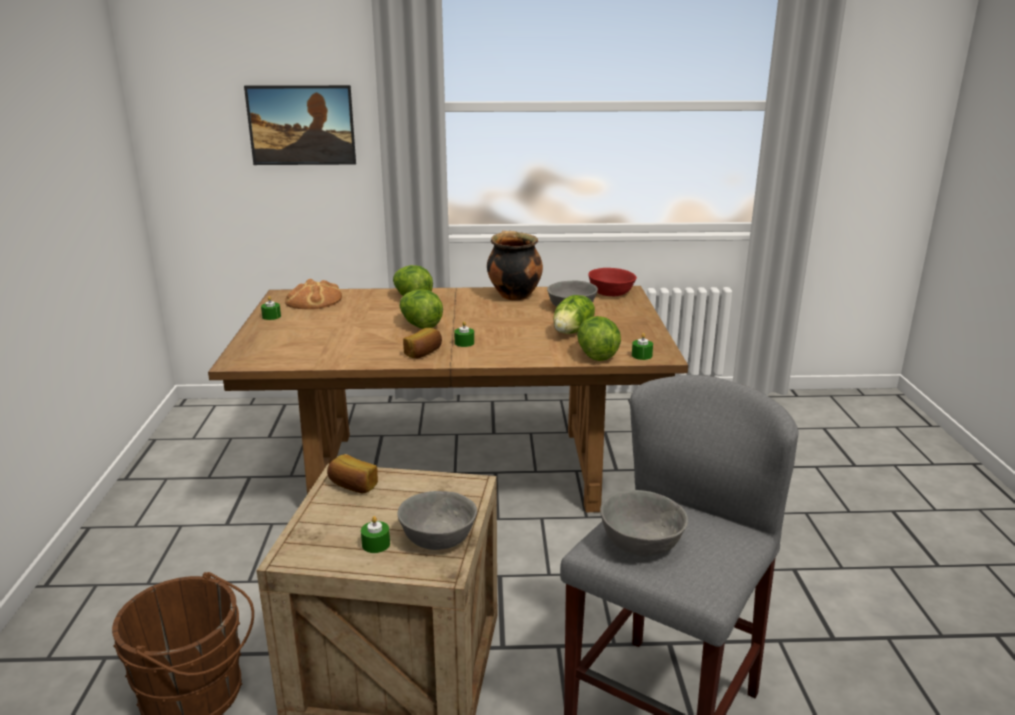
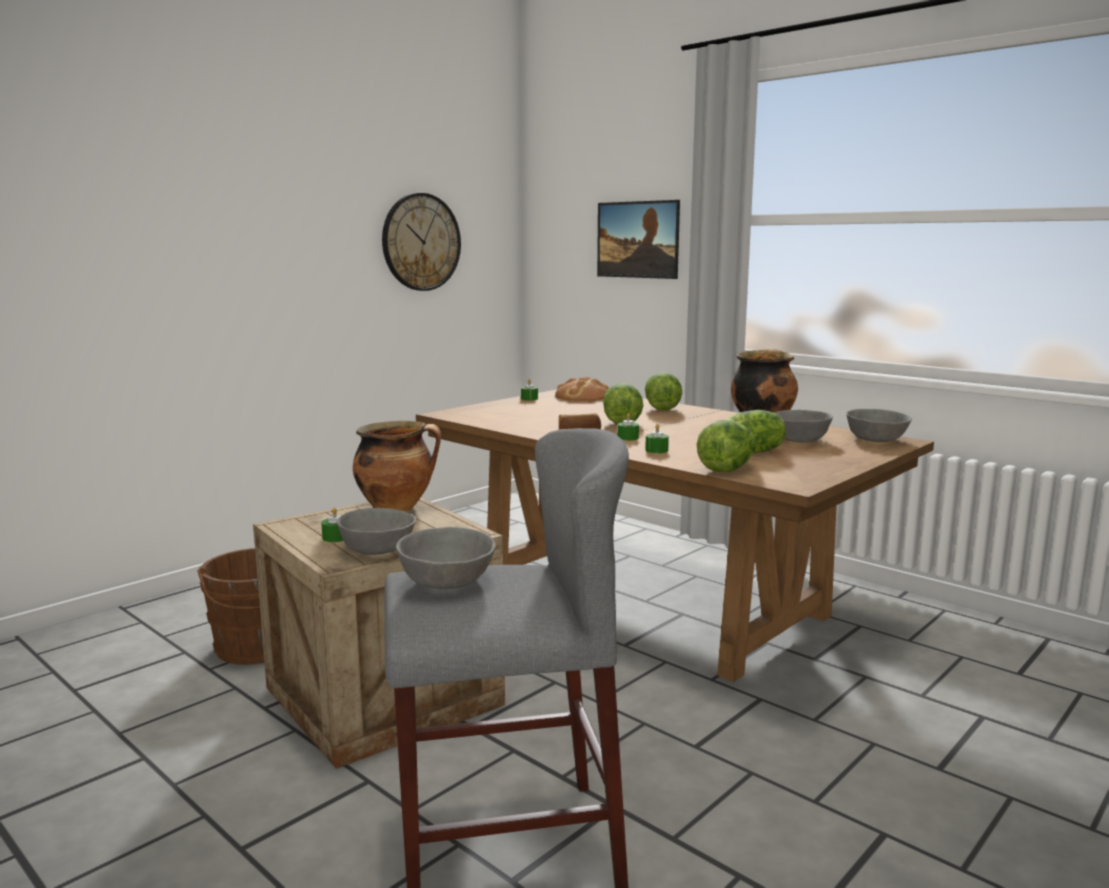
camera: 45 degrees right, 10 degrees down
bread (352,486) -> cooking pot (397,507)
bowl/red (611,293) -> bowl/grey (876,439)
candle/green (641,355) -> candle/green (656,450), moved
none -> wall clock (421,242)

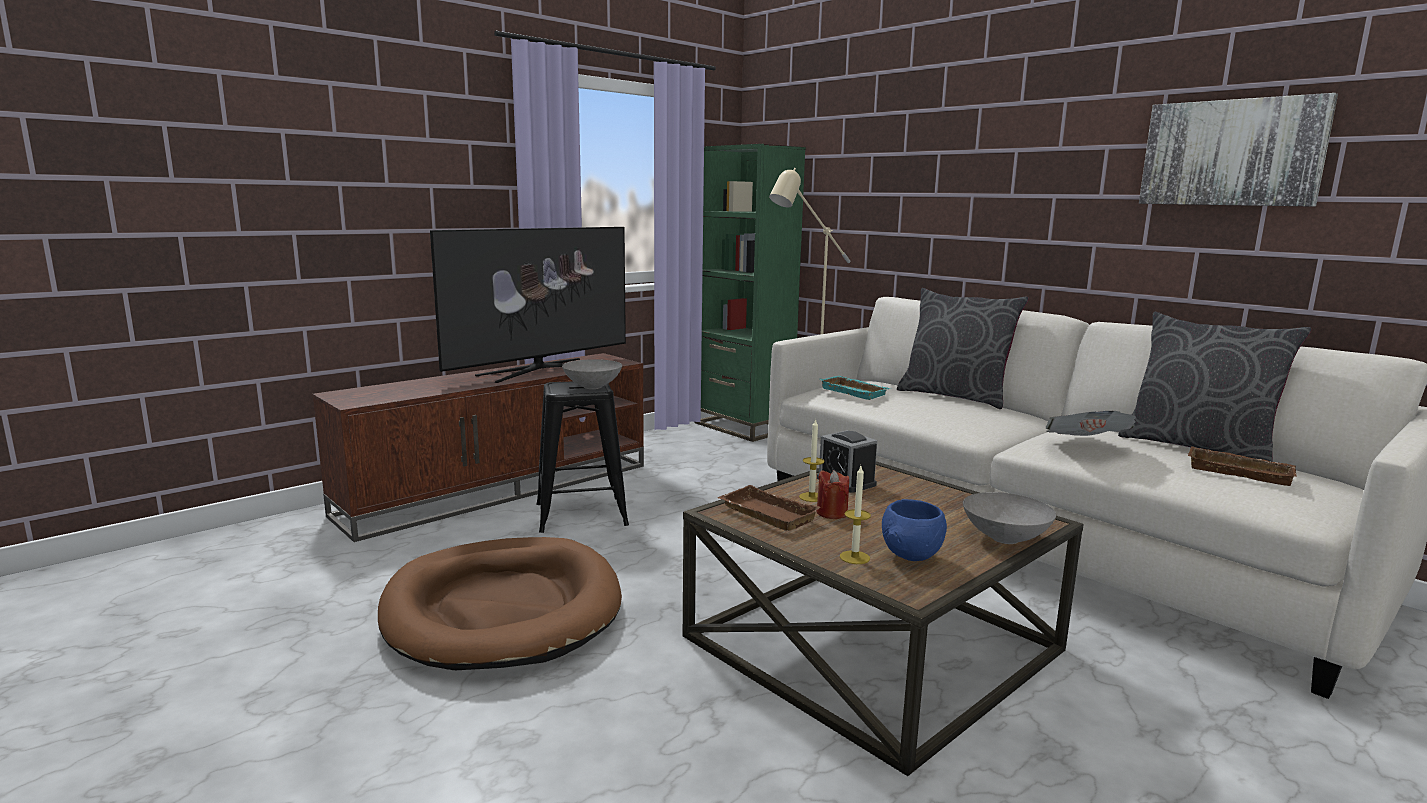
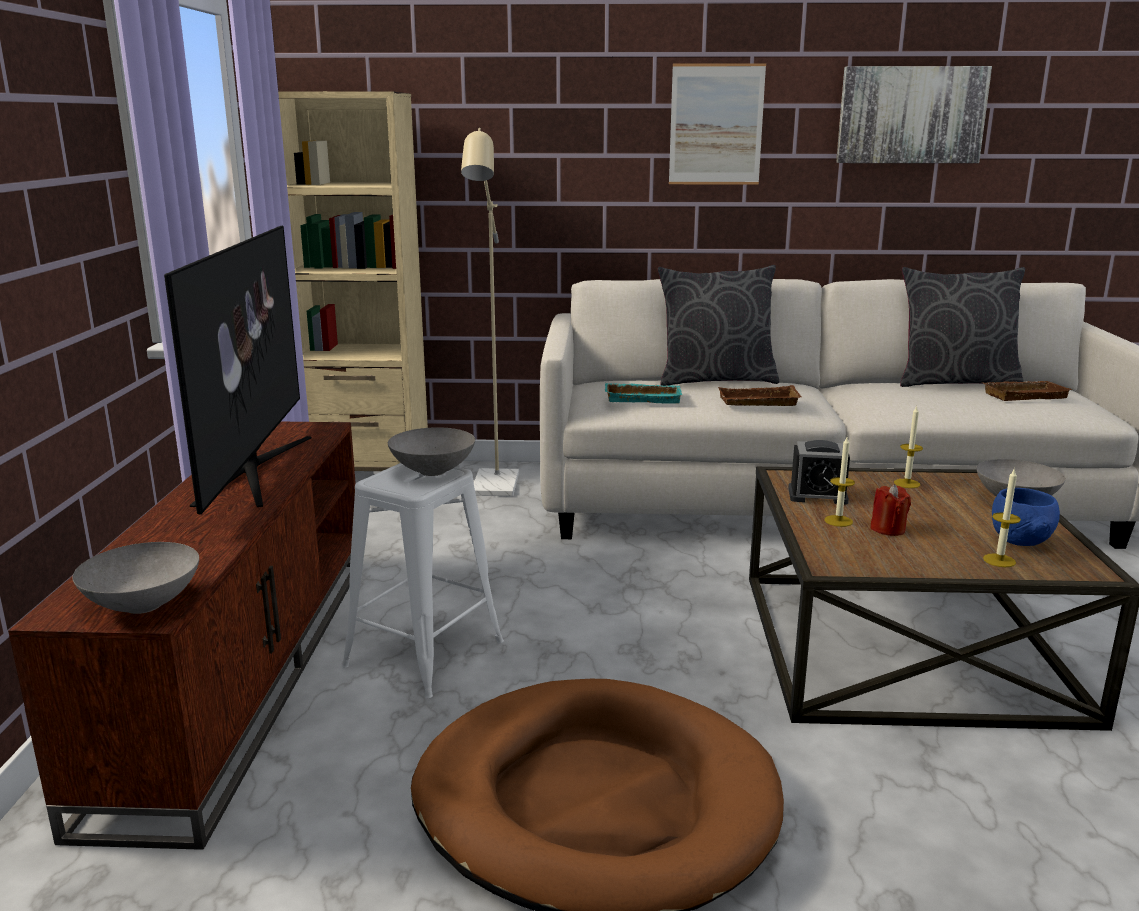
camera: 45 degrees left, 5 degrees up
stool/black (580,514) -> stool/white (423,654)
bookcase/green (743,427) -> bookcase/beige (367,476)
tray/brown (764,514) -> tray/brown (757,403), moved
newspaper (1085,446) -> none
none -> bowl/grey (144,604)
none -> picture (716,125)
none -> candle (907,483)

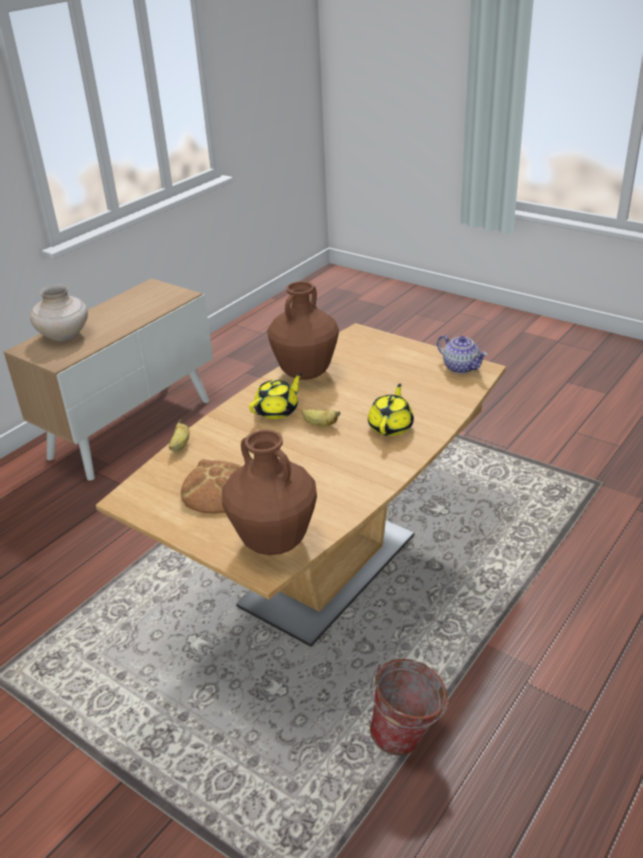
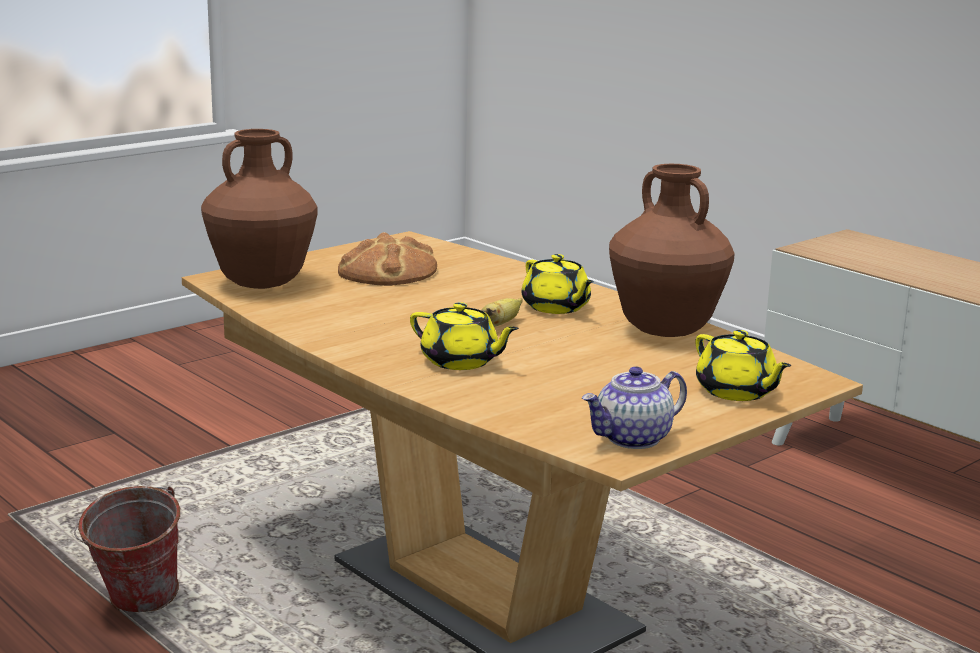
camera: 100 degrees right, 15 degrees down
vase/beige (64,336) -> none
banana (180,445) -> none
none -> teapot/yellow (737,392)

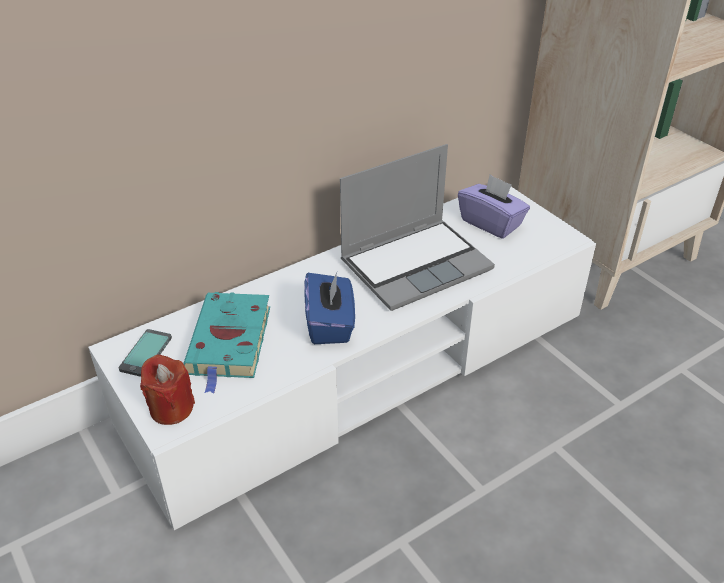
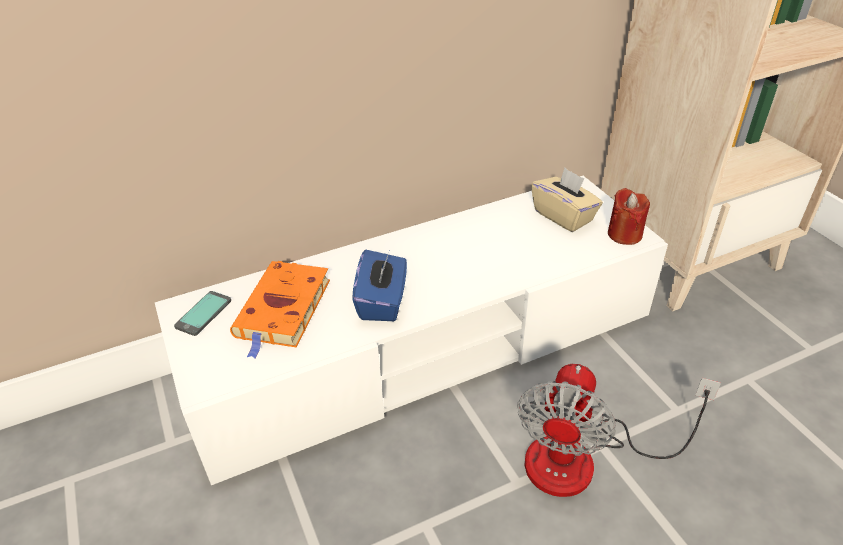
camera: 10 degrees right, 0 degrees up
candle/red (171,408) -> candle/red (624,234), moved
book/turquoise (229,342) -> book/orange (283,311)
laptop (416,264) -> none
tissue box/purple (491,223) -> tissue box/beige (563,216)
none -> fan (583,459)

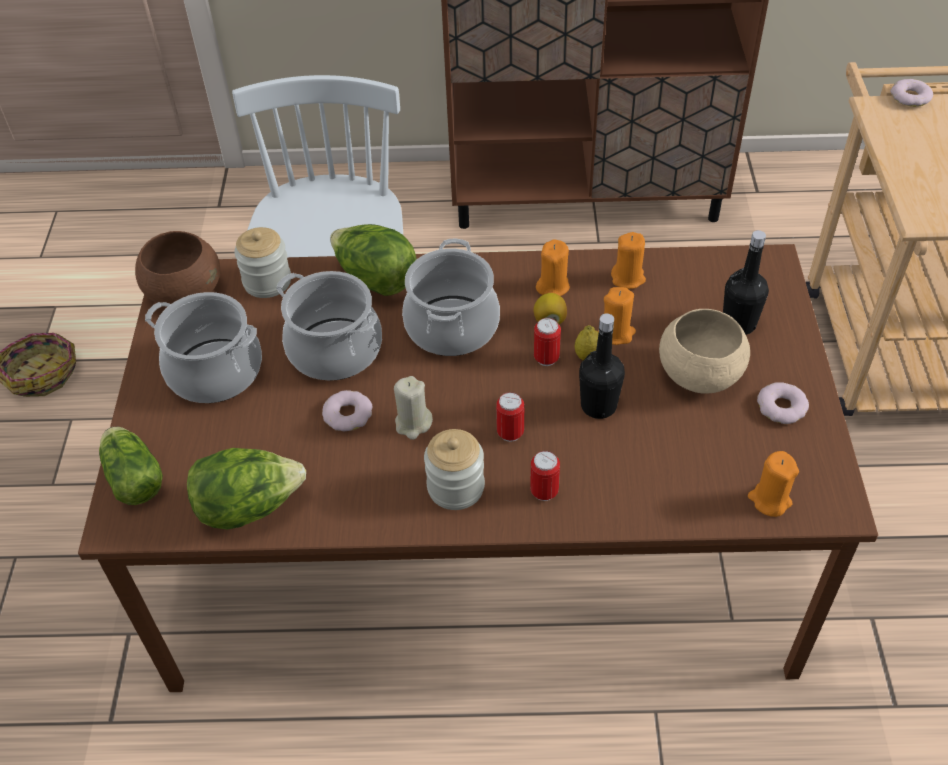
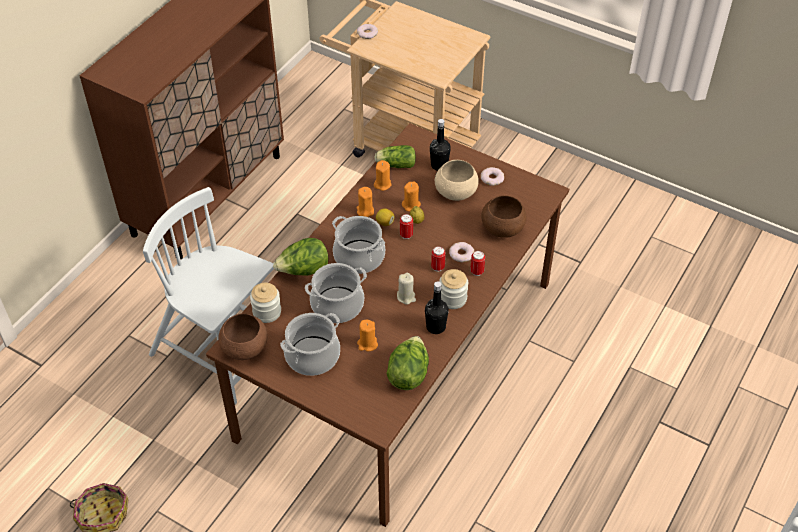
camera: 60 degrees left, 0 degrees up
lettuce (133,475) -> lettuce (395,164), moved
donut (348,414) -> donut (461,254), moved
bottle/black (598,406) -> bottle/black (435,327), moved
candle/orange (769,500) -> candle/orange (367,344), moved
none -> bowl/brown (502,229)

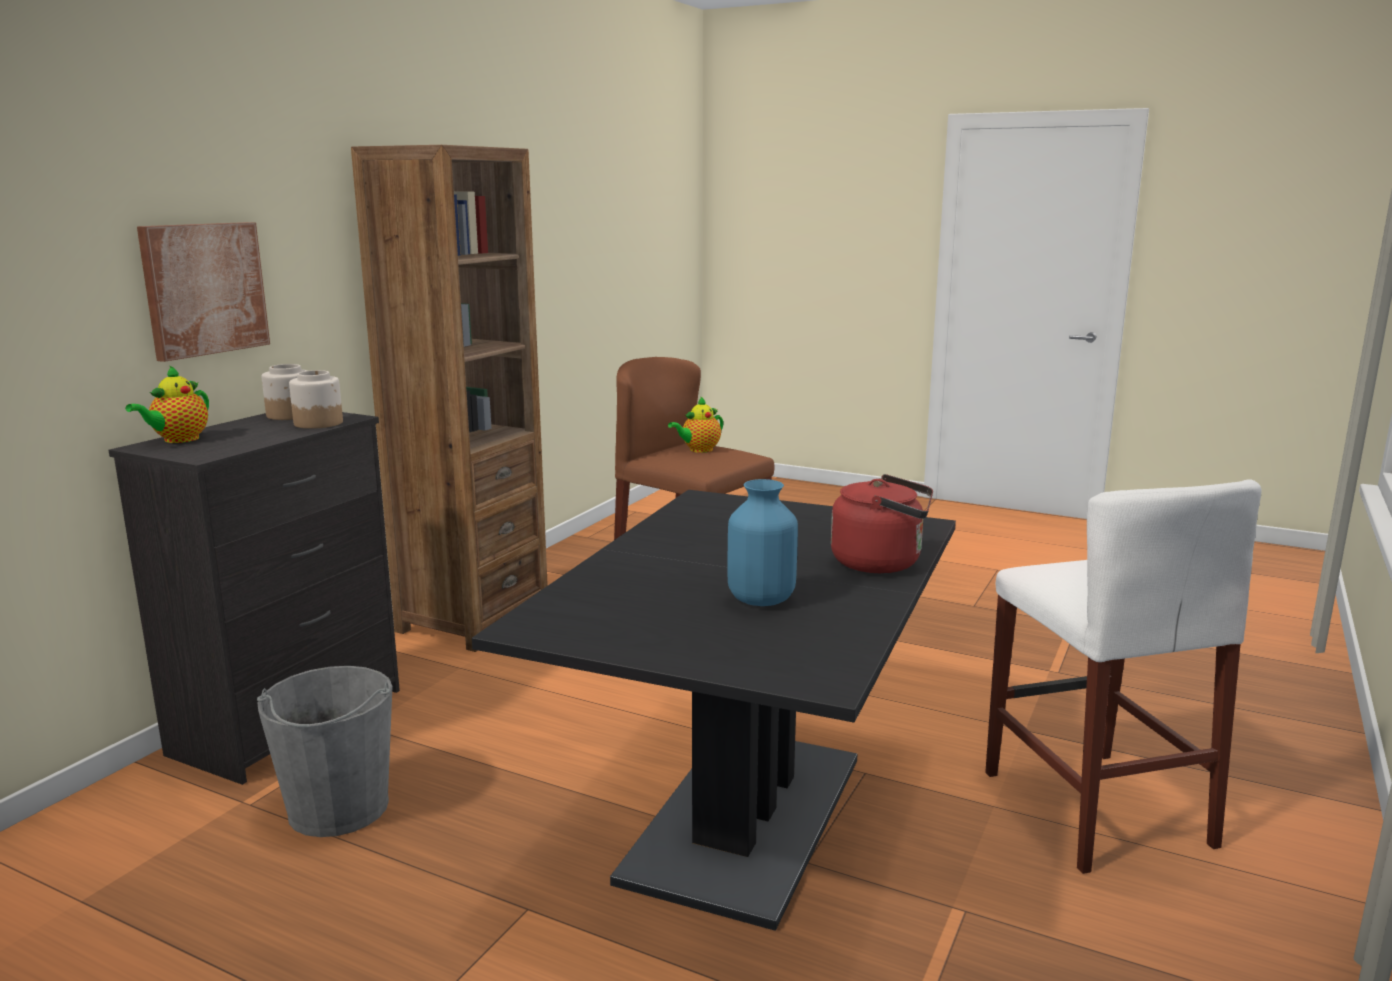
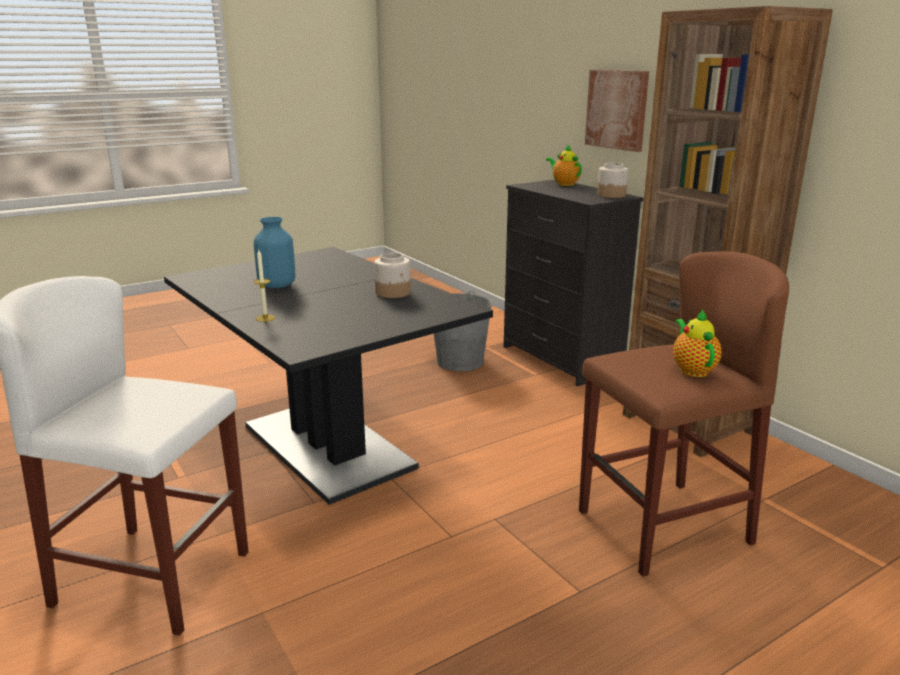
camera: 120 degrees right, 5 degrees up
jar (318,423) -> jar (393,292), moved
kettle/red (882,563) -> candle (265,318)

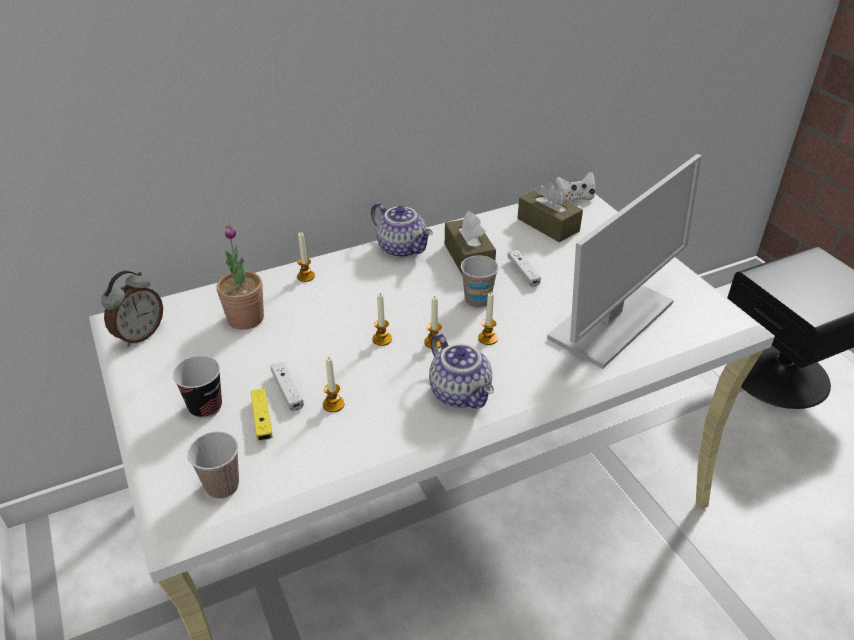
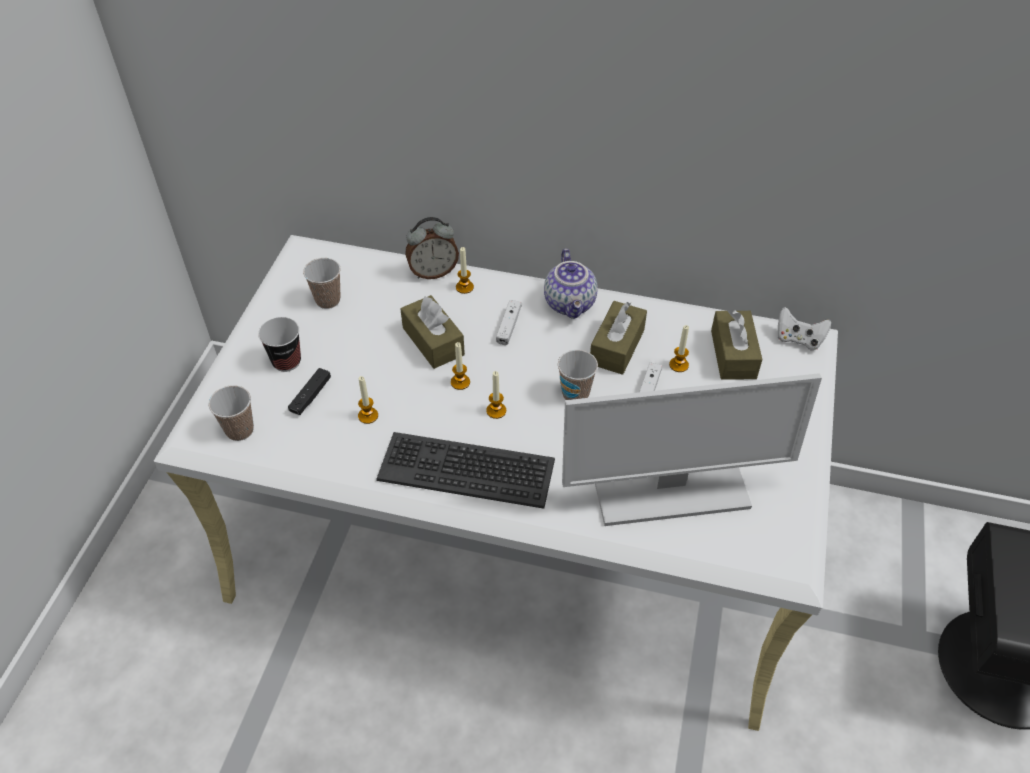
camera: 40 degrees right, 10 degrees up
alarm clock (139,335) -> alarm clock (433,272), moved
potted plant (245,318) -> none
game controller/yellow (262,420) -> game controller/black (311,396)
game controller/white (287,391) -> game controller/white (508,326), moved
teapot (461,393) -> keyboard (467,469)
candle (487,338) -> candle (678,365), moved
none -> cup (328,300)
none -> tissue box/brown (433,341)

